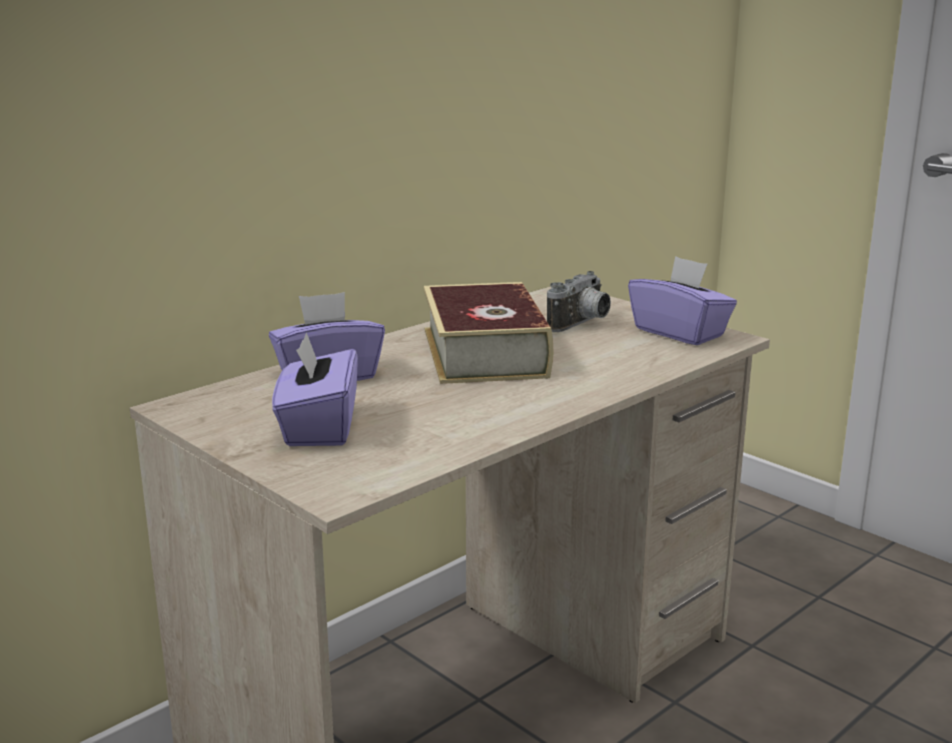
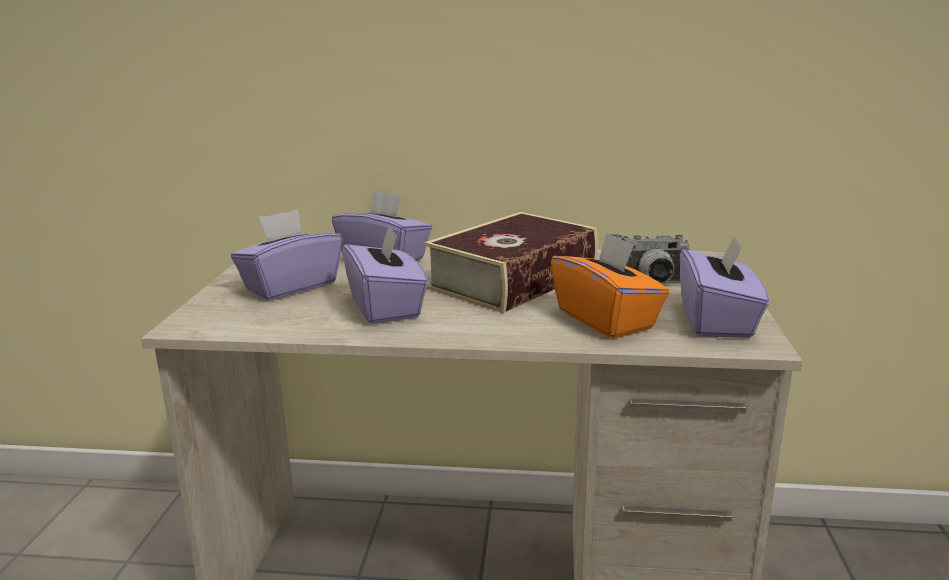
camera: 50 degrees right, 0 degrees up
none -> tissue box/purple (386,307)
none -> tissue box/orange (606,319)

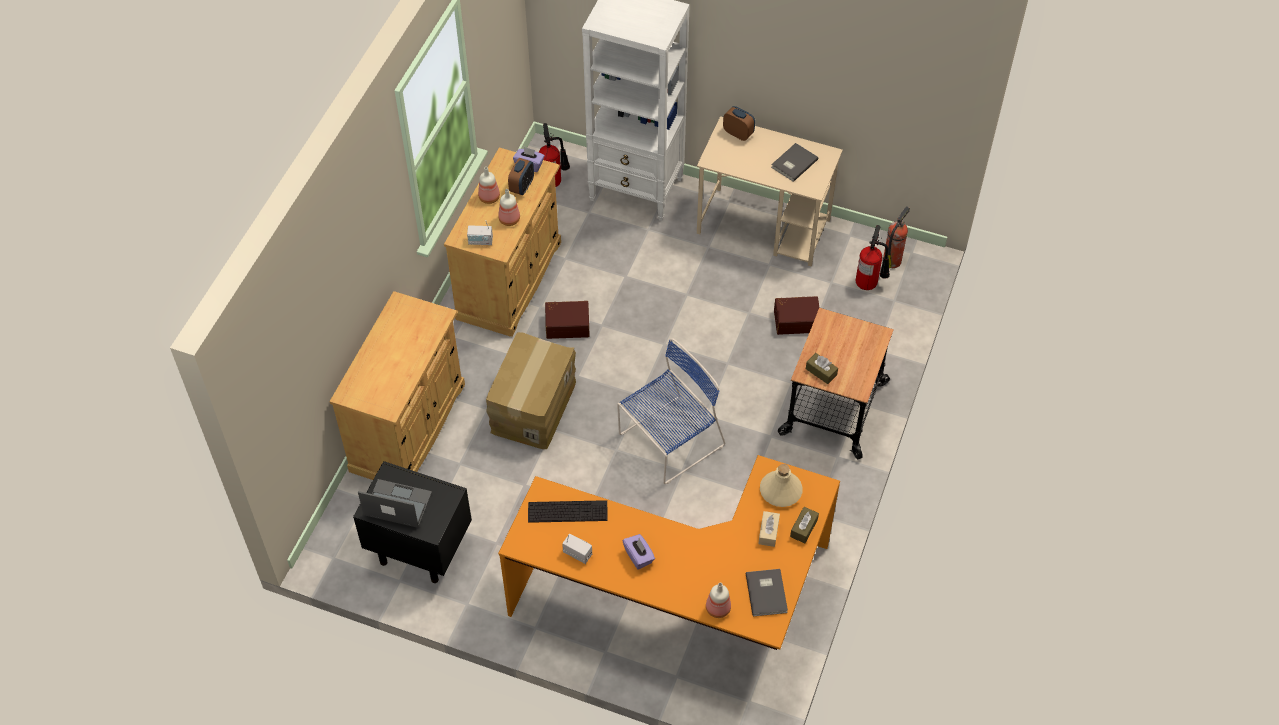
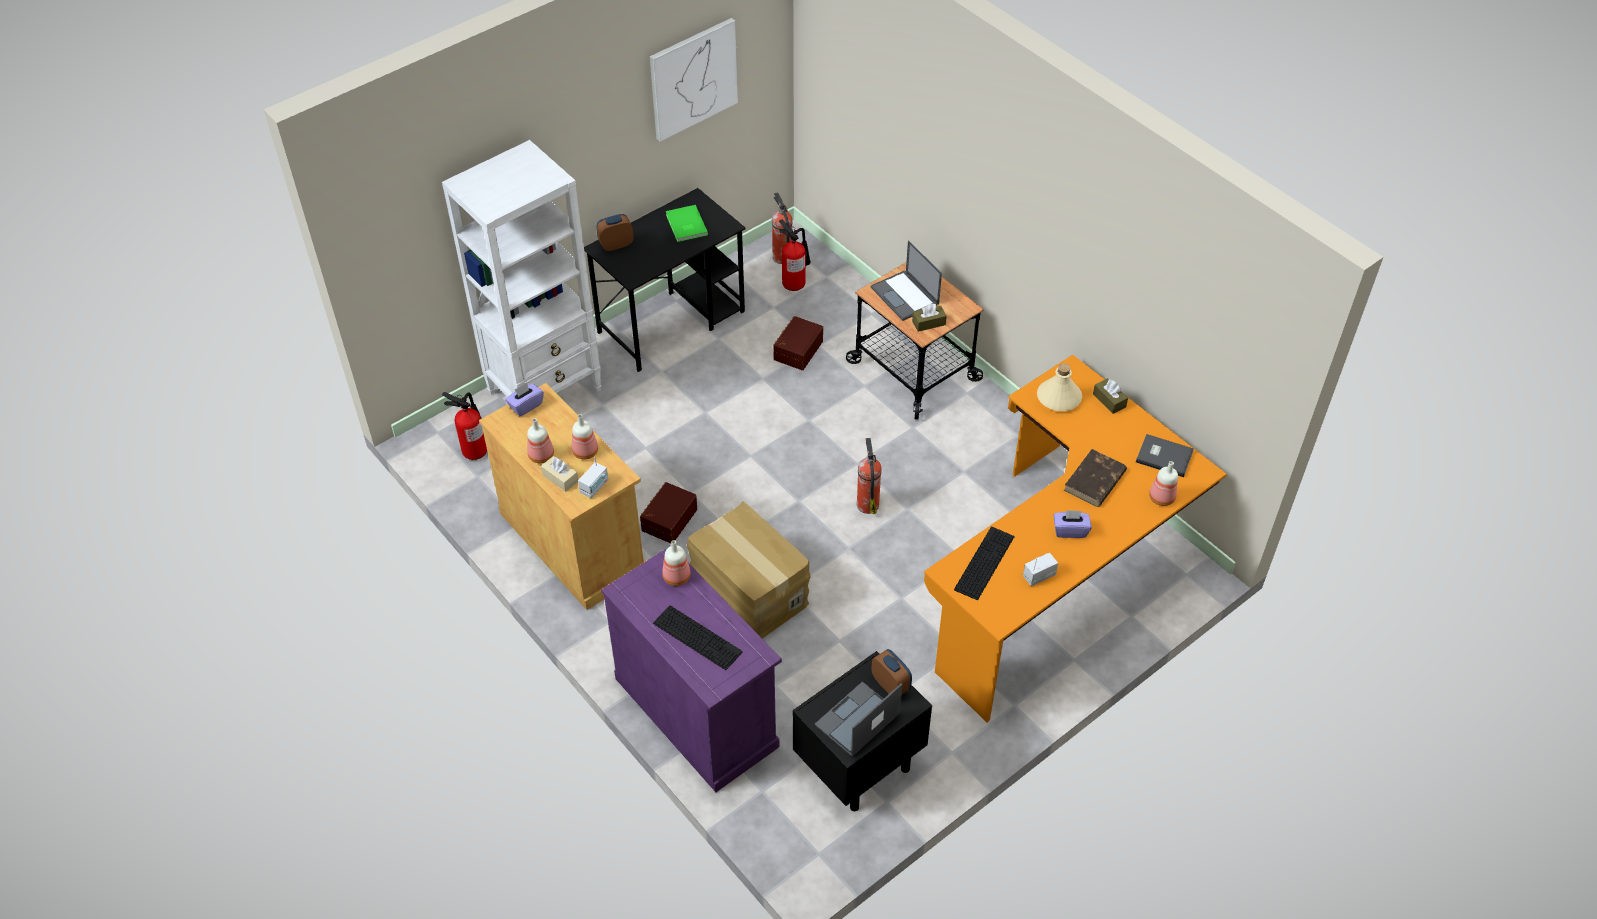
camera: 60 degrees left, 5 degrees down
cabinet/beige (408,427) -> cabinet/purple (696,712)
alarm clock (522,187) -> alarm clock (891,685), moved
chair/blue (669,442) -> fire extinguisher (867,504)
desk/beige (764,227) -> desk/black (672,321)
tissue box/beige (768,532) -> tissue box/beige (560,478), moved
book/grey (793,163) -> book/green (685,225)
none -> picture (693,79)
none -> keyboard (697,637)
none -> bottle (676,577)
none -> laptop (905,296)
none -> book/brown (1094,481)

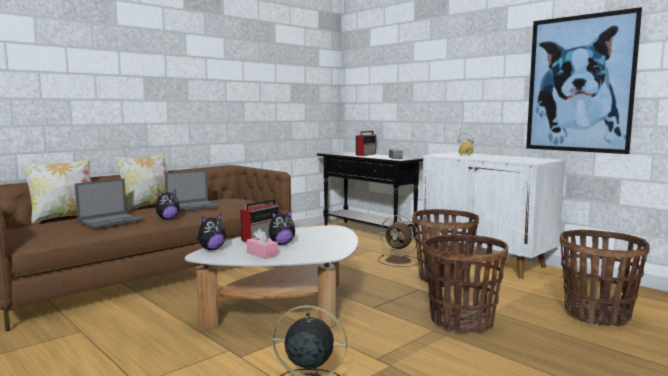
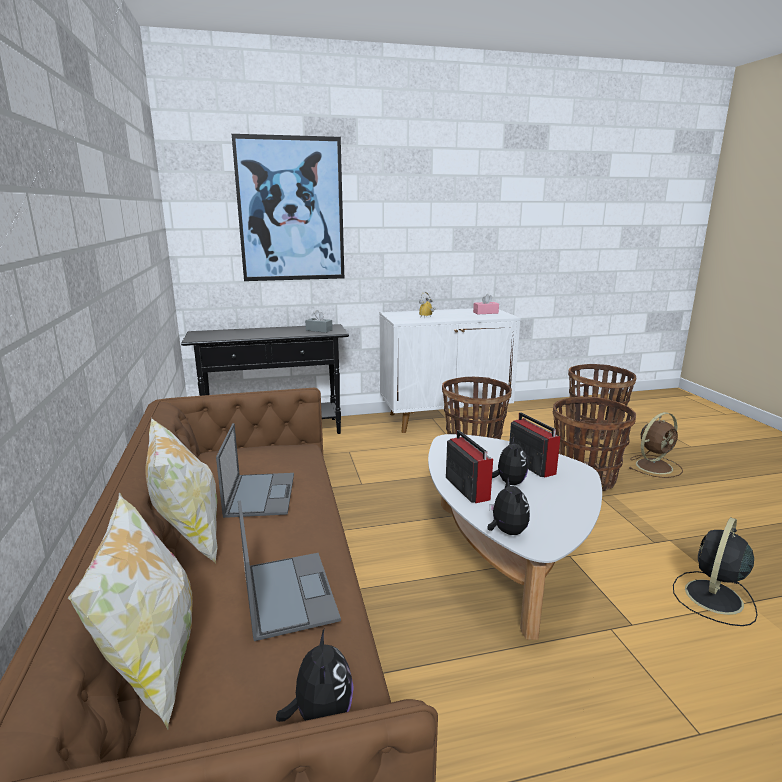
camera: 60 degrees left, 10 degrees up
plush toy (168,219) -> plush toy (321,716), moved
tissue box/pink (262,254) -> tissue box/pink (485,313), moved
radio (366,154) -> radio (530,464), moved
fan/brown (399,261) -> fan/brown (655,466), moved
picture (579,84) -> picture (291,210), moved

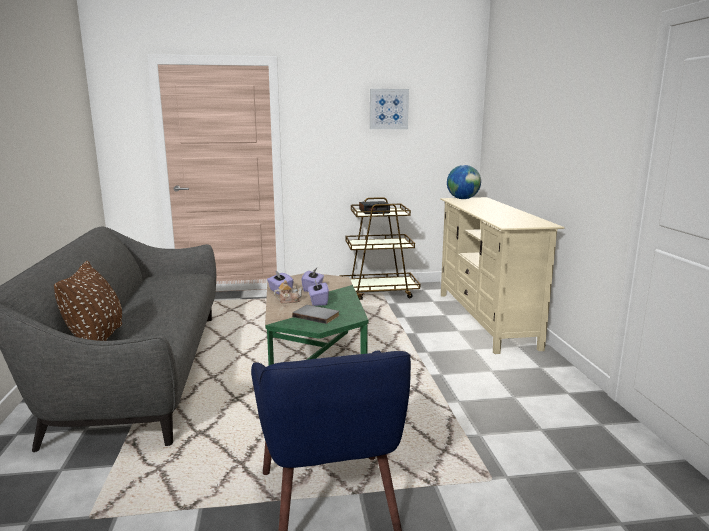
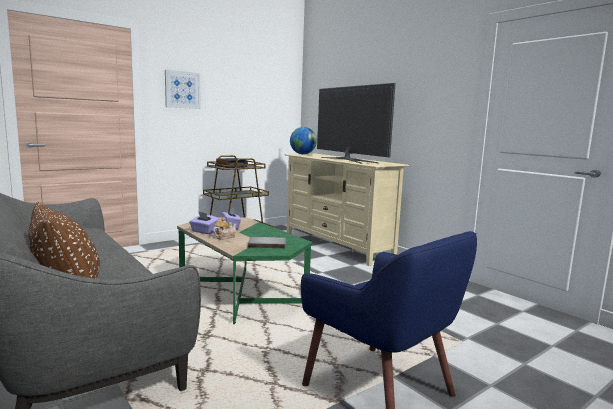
camera: 30 degrees left, 5 degrees down
tissue box/purple (318,302) -> none
picture (388,109) -> picture (182,89), moved
none -> television (348,160)

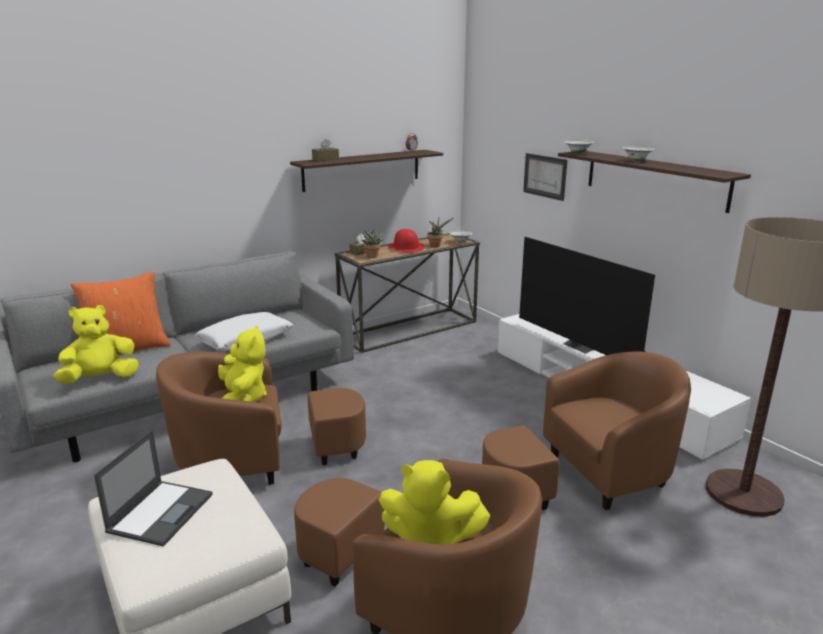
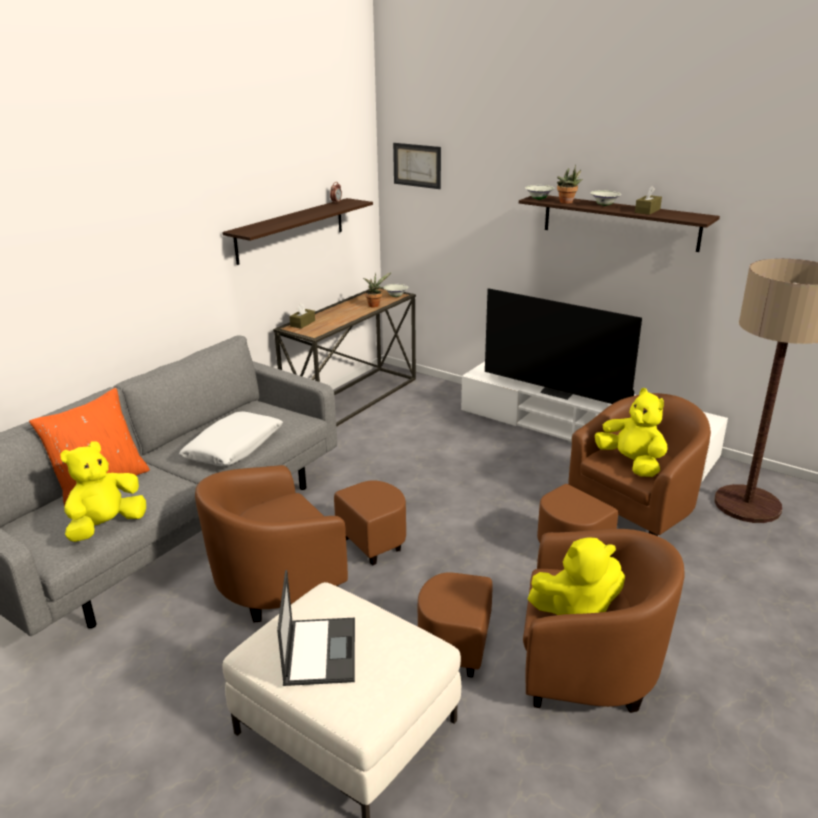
camera: 20 degrees left, 5 degrees up
plush toy/yellow (243,399) -> plush toy/yellow (631,463), moved
tissue box/brown (325,159) -> tissue box/brown (647,211), moved
potted plant (372,257) -> potted plant (567,202), moved
hat/red (406,247) -> none
picture (545,176) -> picture (417,165), moved

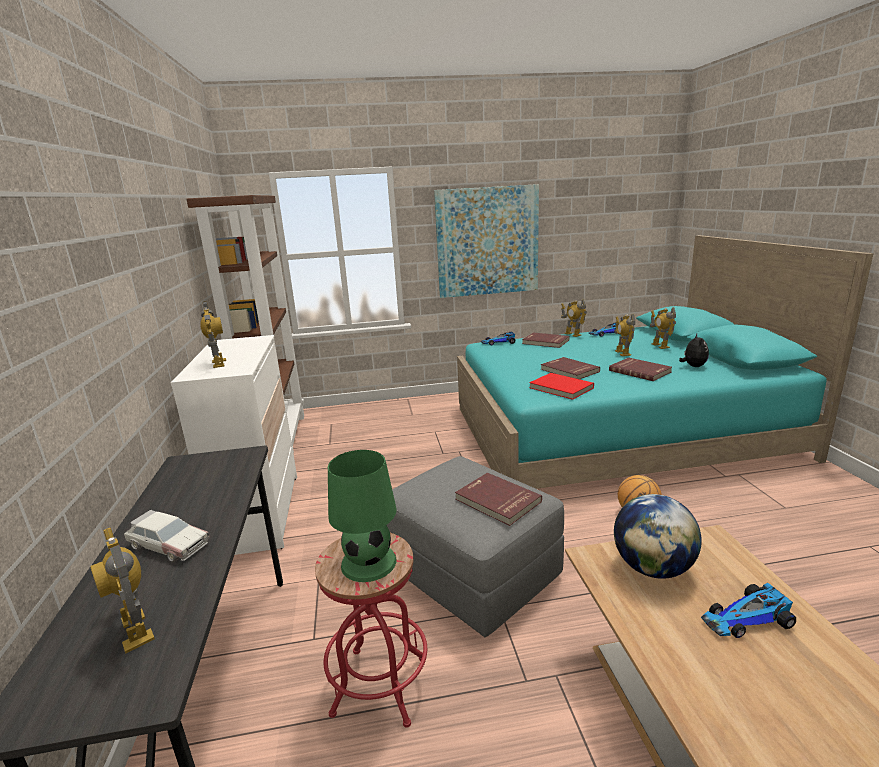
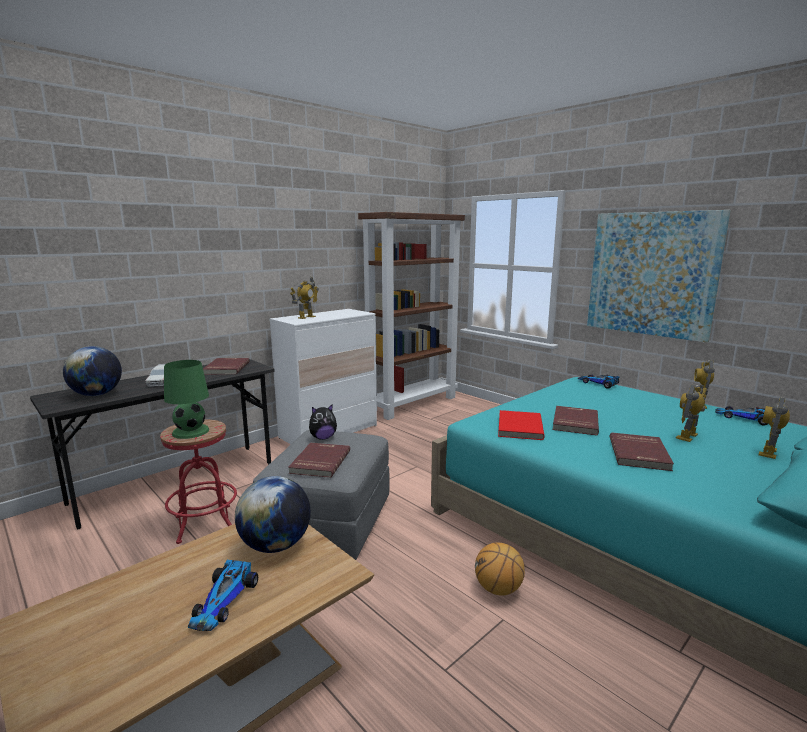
camera: 55 degrees right, 5 degrees down
toy robot (136,629) -> globe (97,394)
book/red (545,342) -> book/red (225,368), moved
plush toy (693,366) -> plush toy (323,438), moved
toy car (746,619) -> toy car (224,601), 120 degrees counterclockwise

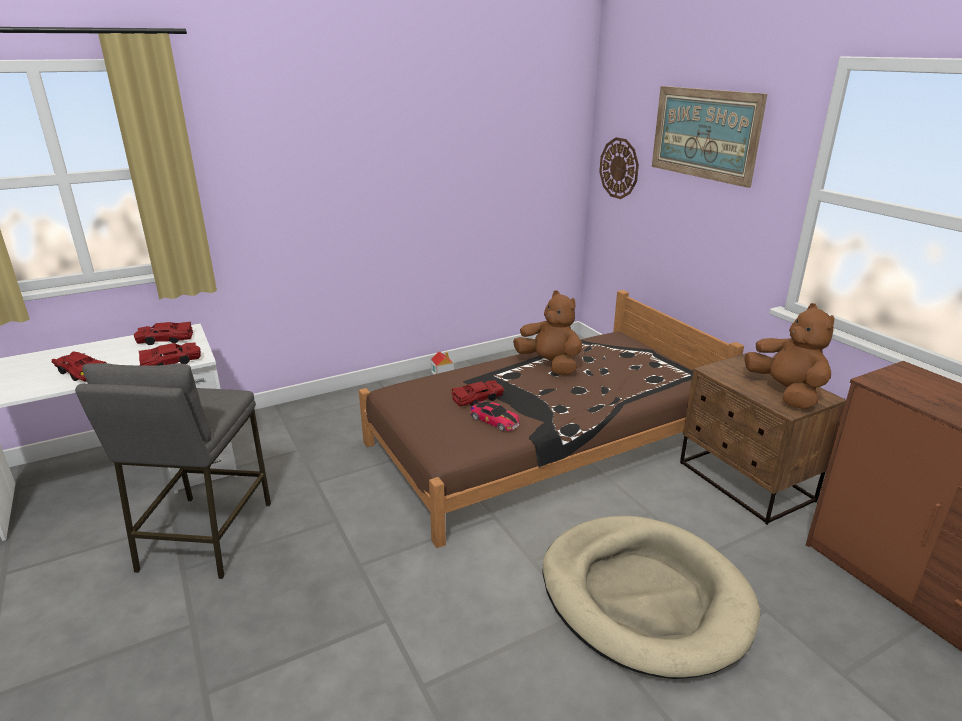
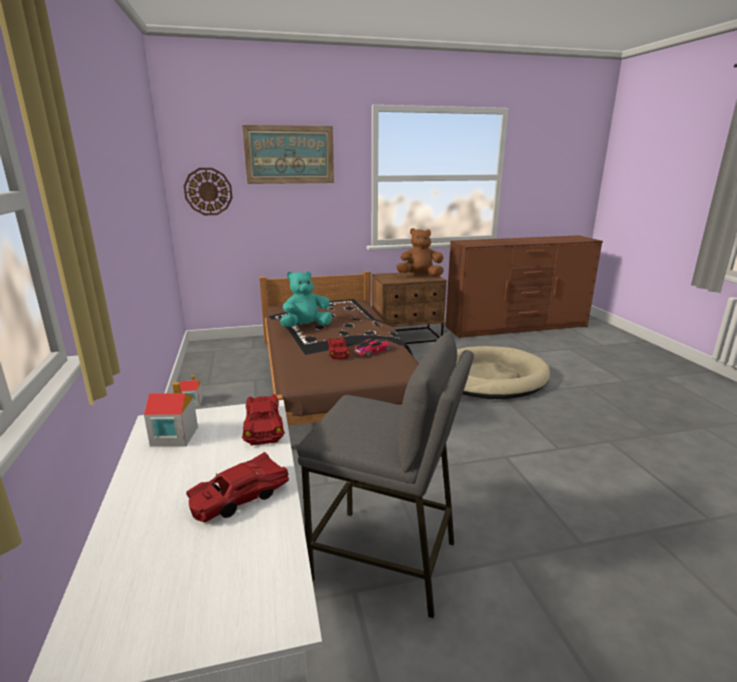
camera: 75 degrees left, 5 degrees down
toy car/red (165,339) -> toy house (173,436)
plush toy/brown (550,365) -> plush toy/turquoise (306,326)

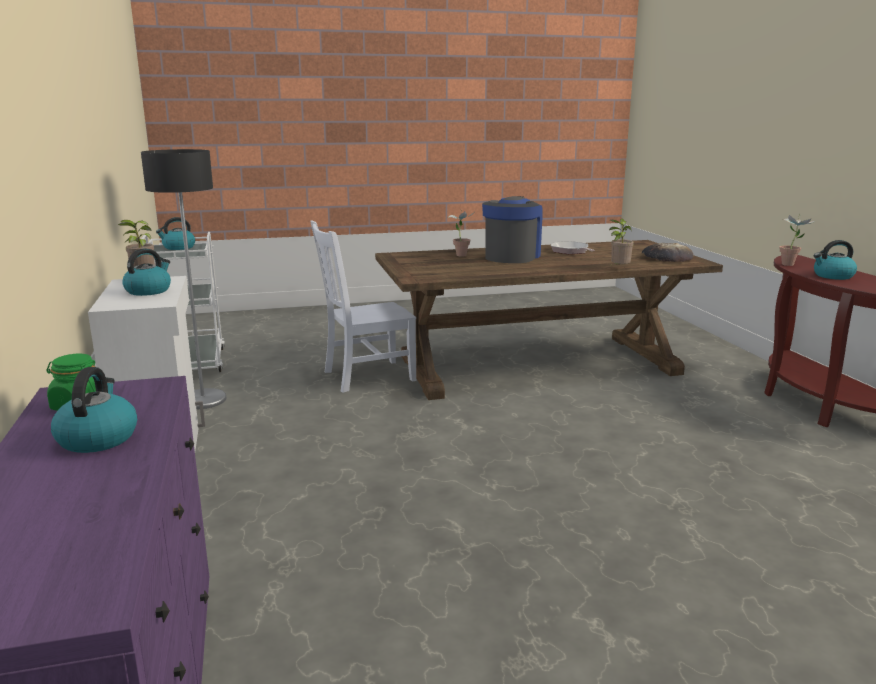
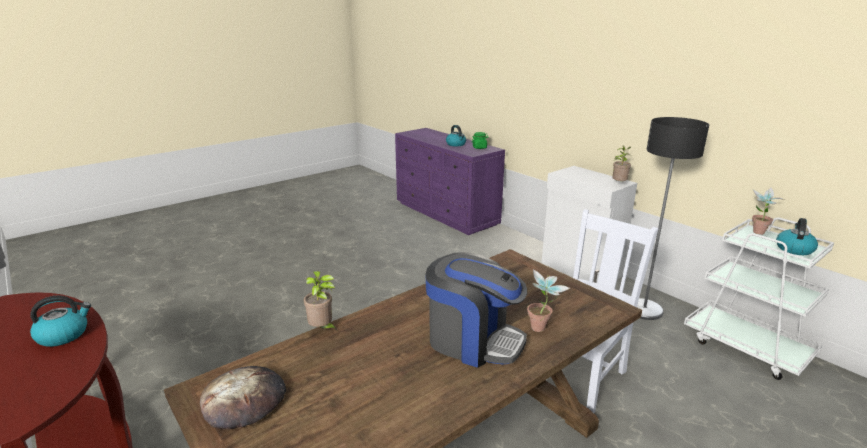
camera: 155 degrees right, 5 degrees up
kettle (148,291) -> none
coffee machine (512,256) -> coffee machine (473,340), 60 degrees counterclockwise
frying pan (571,251) -> none
potted plant (791,264) -> potted plant (757,233), moved

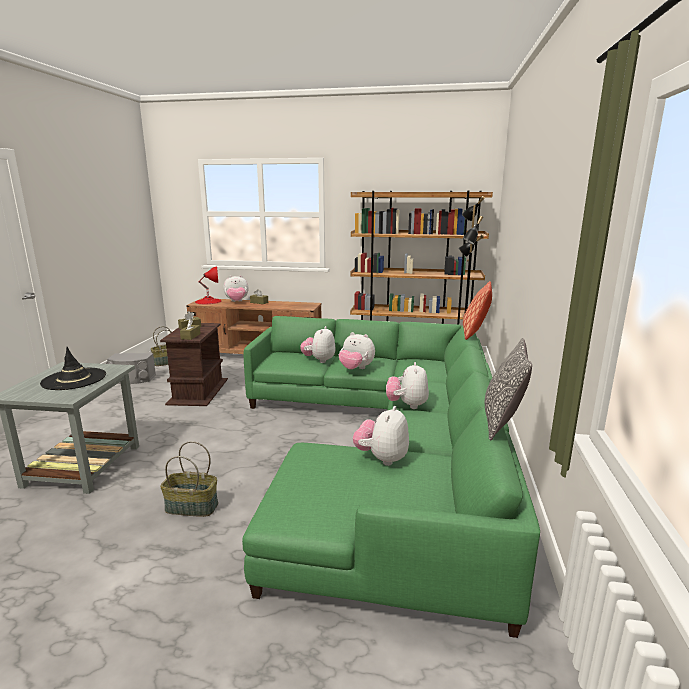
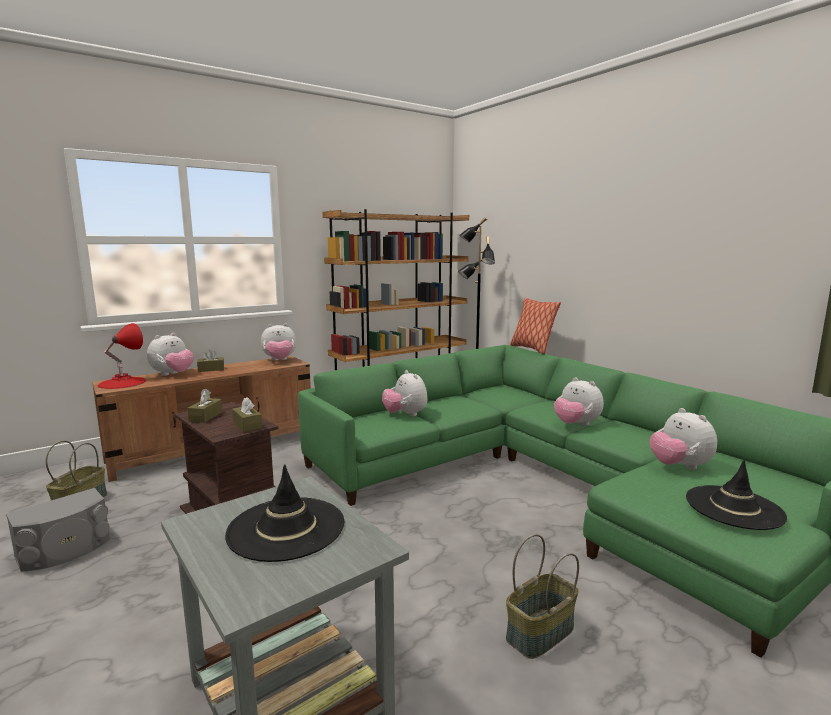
camera: 45 degrees left, 5 degrees down
plush toy (356,369) -> plush toy (279,360), moved
pillow (502,422) -> none
none -> hat/black (734,507)

